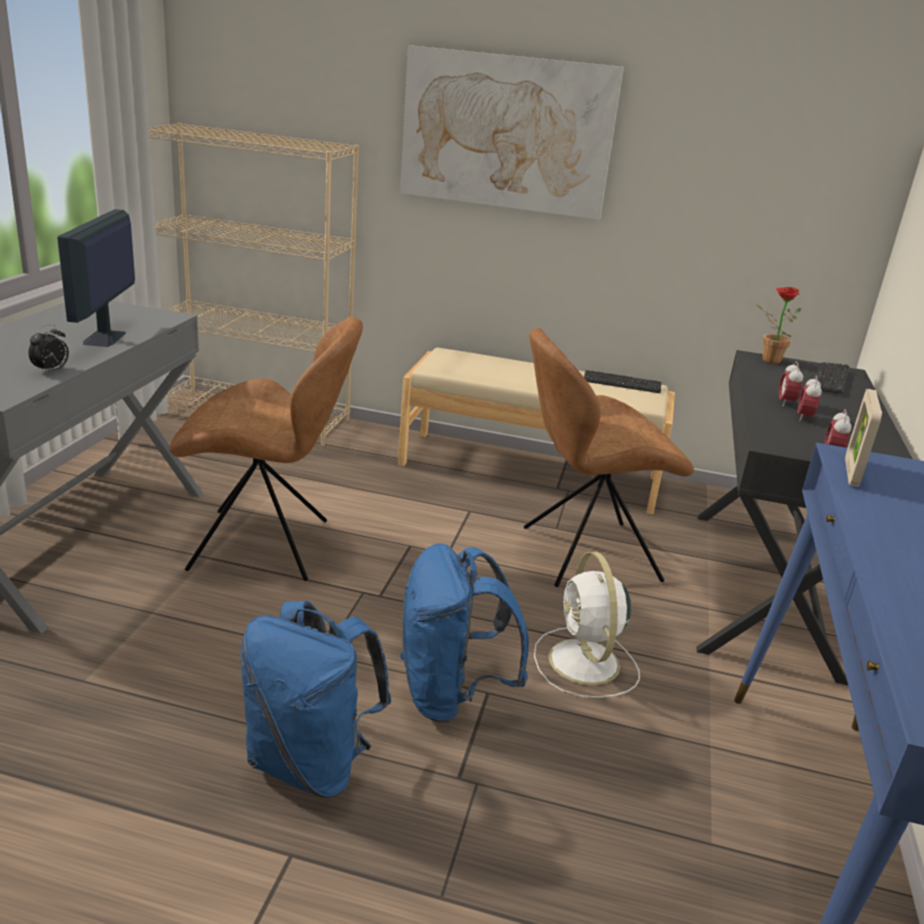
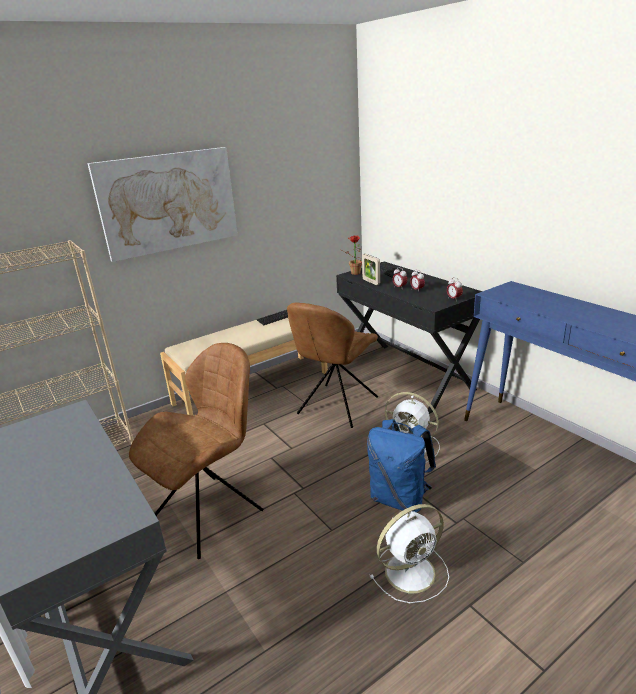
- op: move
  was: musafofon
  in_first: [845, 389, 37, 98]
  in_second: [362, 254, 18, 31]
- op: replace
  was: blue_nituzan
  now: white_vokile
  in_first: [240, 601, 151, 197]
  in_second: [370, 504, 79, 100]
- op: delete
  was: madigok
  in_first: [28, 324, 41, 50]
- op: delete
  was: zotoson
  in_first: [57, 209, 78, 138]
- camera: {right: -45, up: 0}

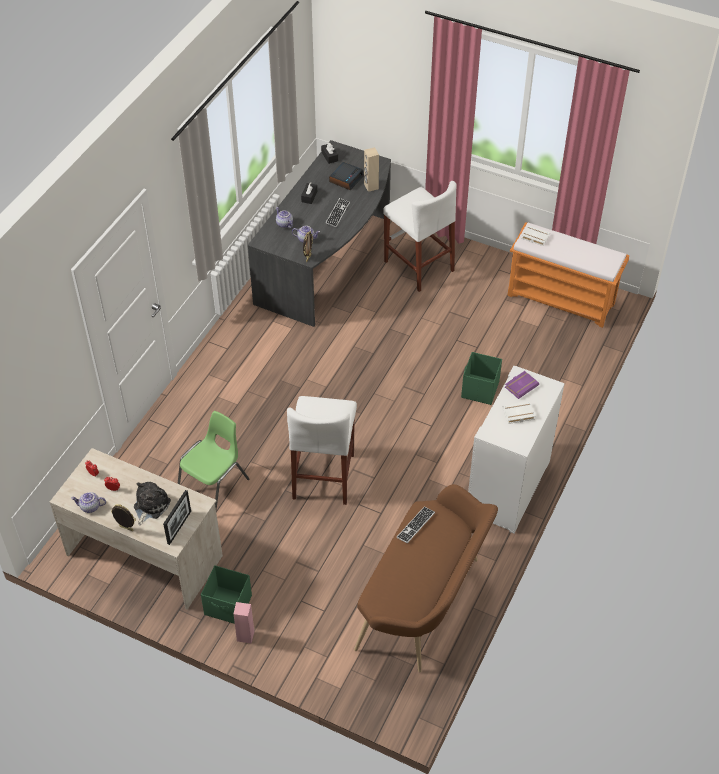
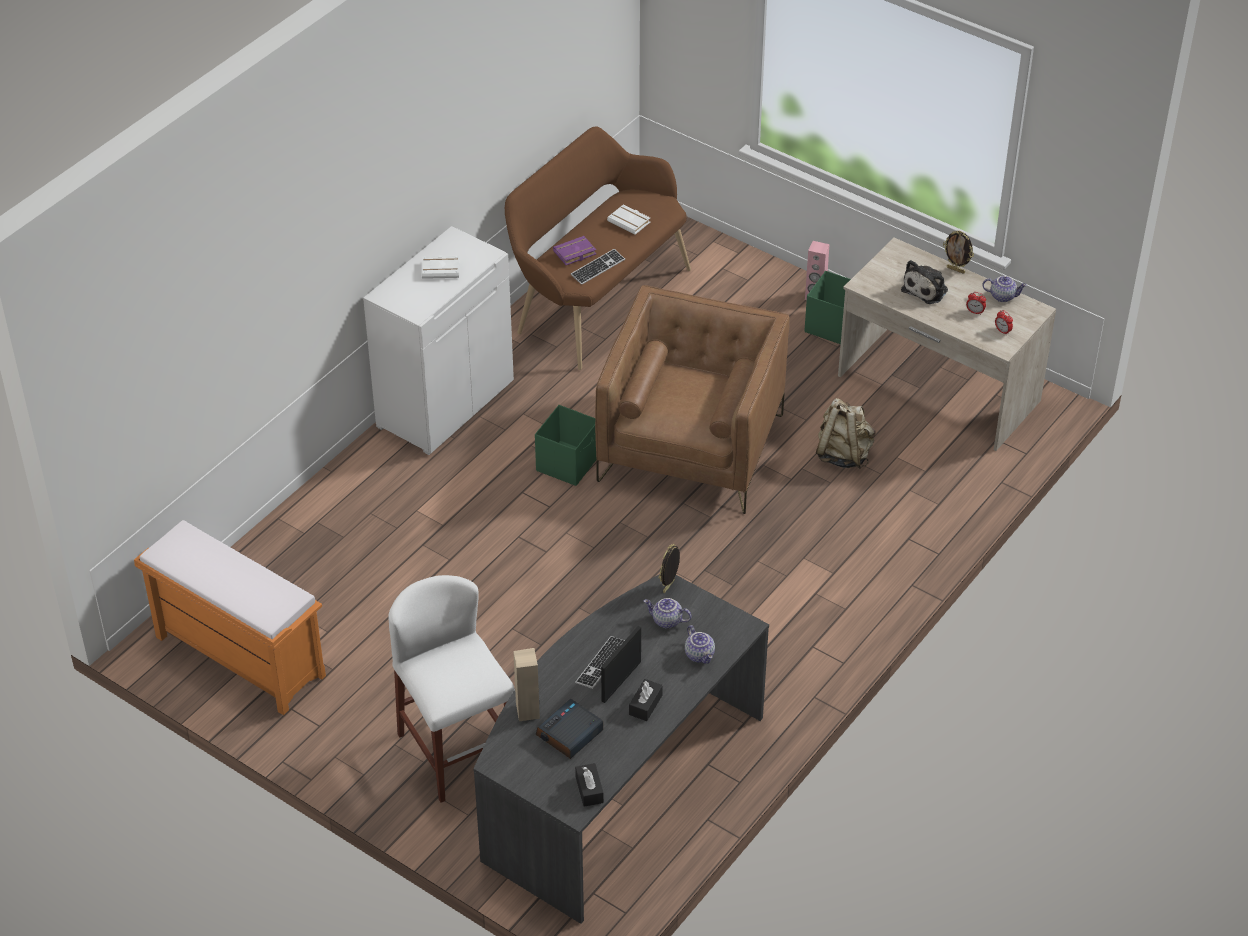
- op: move
  was: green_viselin
  in_first: [461, 352, 41, 53]
  in_second: [535, 405, 62, 81]
- op: move
  was: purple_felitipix
  in_first: [505, 371, 34, 28]
  in_second: [553, 236, 43, 29]
- op: replace
  was: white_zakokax
  now: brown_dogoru
  in_first: [287, 396, 70, 109]
  in_second: [595, 285, 195, 229]
- op: move
  was: musafofon
  in_first: [163, 490, 28, 55]
  in_second: [601, 626, 40, 77]
- op: move
  was: white_felitipix
  in_first: [521, 225, 29, 21]
  in_second: [607, 204, 43, 31]
- op: replace
  was: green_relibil
  now: beige_nituzan
  in_first: [178, 411, 71, 99]
  in_second: [816, 398, 59, 71]
- camera: {right: -170, up: -5}

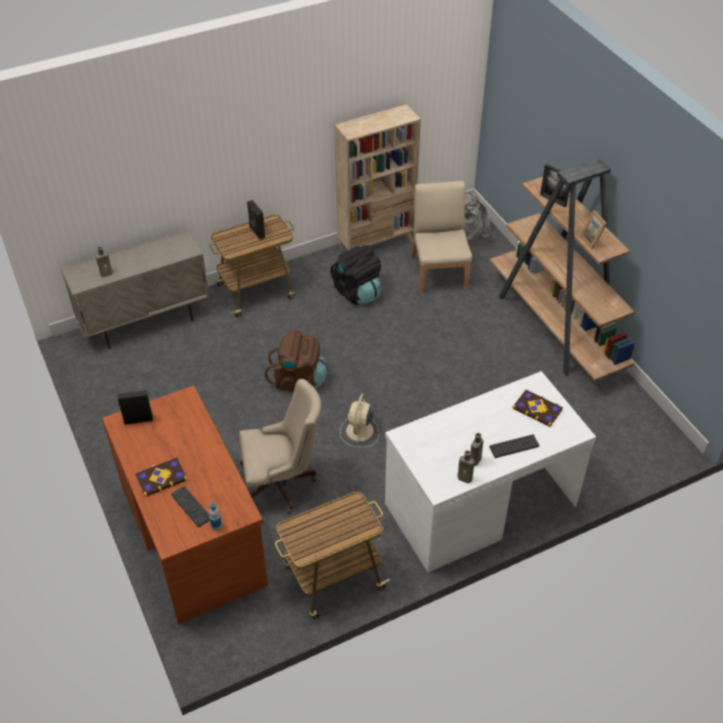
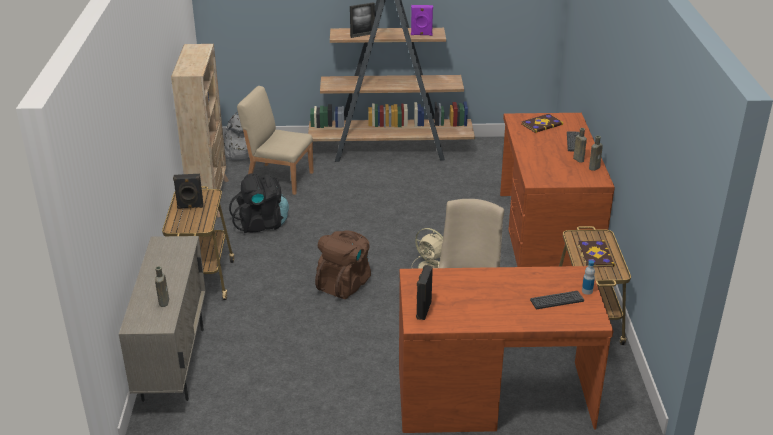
- op: replace
  was: musafofon
  now: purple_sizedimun
  in_first: [580, 210, 27, 39]
  in_second: [411, 5, 22, 31]
- op: recolor
  was: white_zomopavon
  now: brown_zomopavon
  in_first: [385, 371, 211, 201]
  in_second: [500, 113, 115, 154]
- op: move
  was: felitipix
  in_first: [135, 458, 53, 39]
  in_second: [577, 240, 38, 27]
- camera: {right: -65, up: -15}

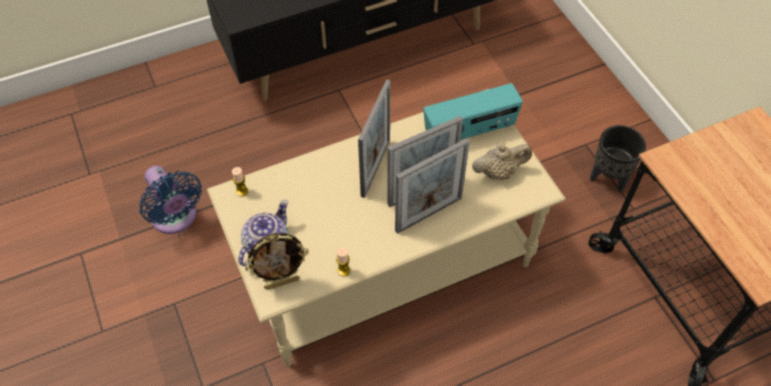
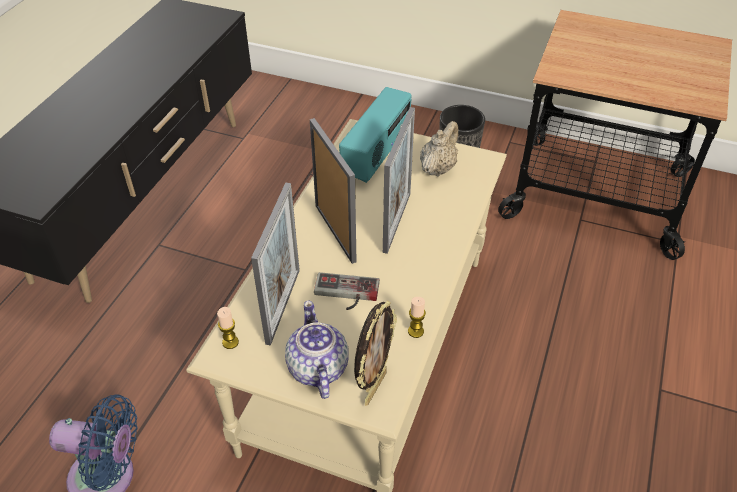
- op: move
  was: musafofon
  in_first: [395, 138, 75, 96]
  in_second: [251, 182, 49, 164]
- op: insert
  now: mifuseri
  in_second: [314, 272, 66, 38]
- camera: {right: -45, up: -10}

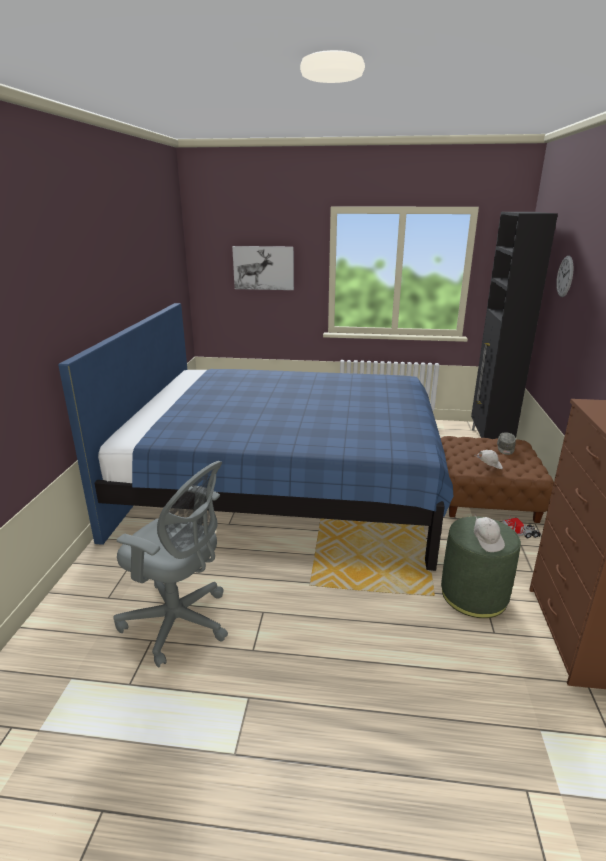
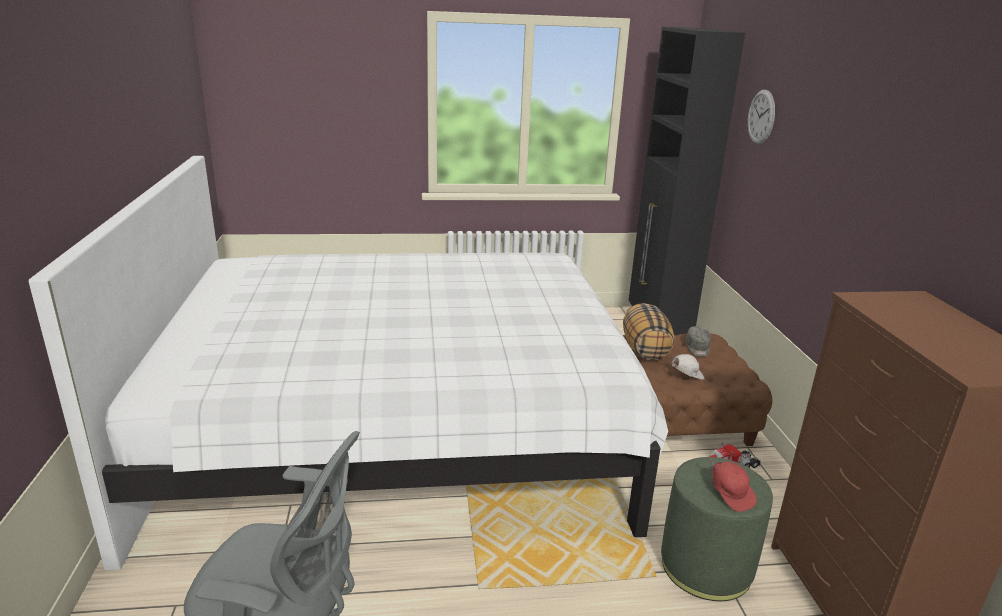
- op: recolor
  was: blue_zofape
  now: white_zofape
  in_first: [58, 303, 395, 268]
  in_second: [28, 156, 640, 414]
- op: insert
  now: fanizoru
  in_second: [623, 303, 52, 57]
- op: recolor
  was: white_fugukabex
  now: red_fugukabex
  in_first: [474, 514, 31, 38]
  in_second: [708, 457, 49, 55]
- op: delete
  was: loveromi
  in_first: [232, 246, 62, 44]
- camera: {right: -15, up: 0}

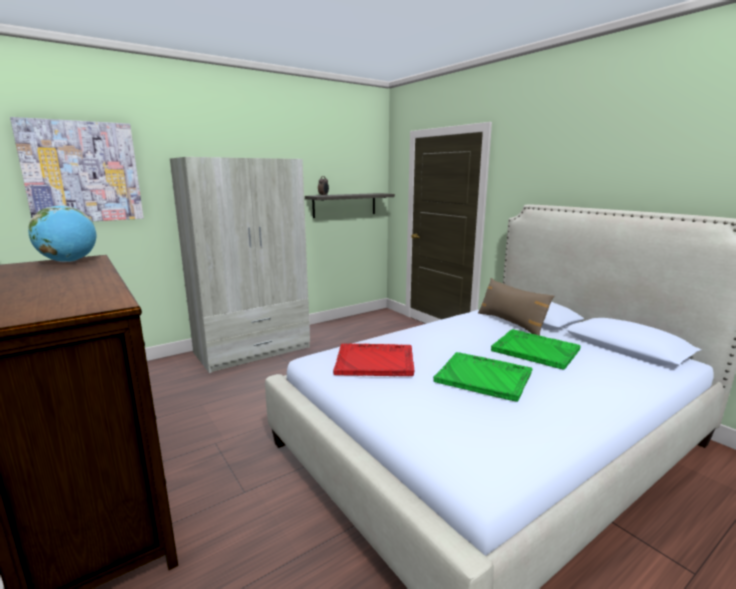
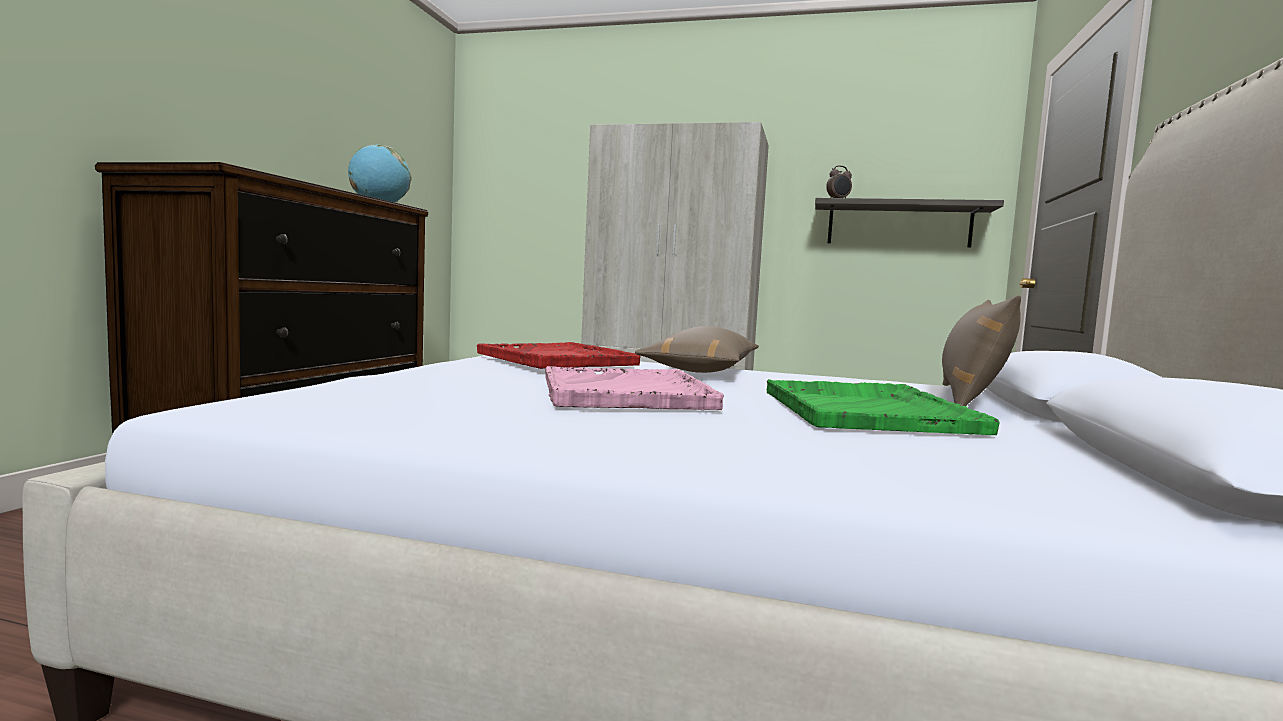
- op: recolor
  was: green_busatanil
  now: pink_busatanil
  in_first: [433, 352, 100, 50]
  in_second: [545, 366, 179, 44]
- op: insert
  now: brown_fanizoru
  in_second: [635, 326, 124, 47]
- op: delete
  was: loveromi
  in_first: [10, 117, 134, 104]
- camera: {right: 50, up: -10}

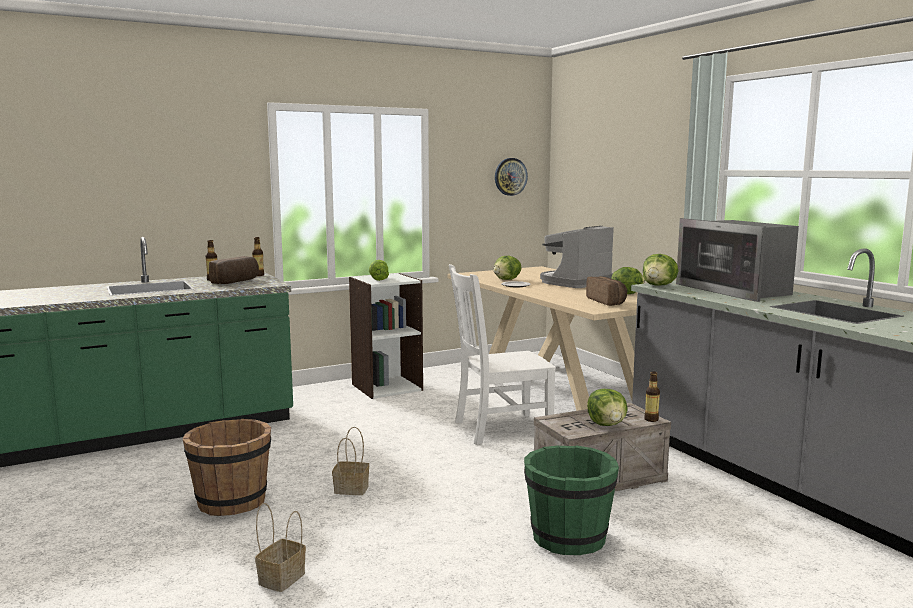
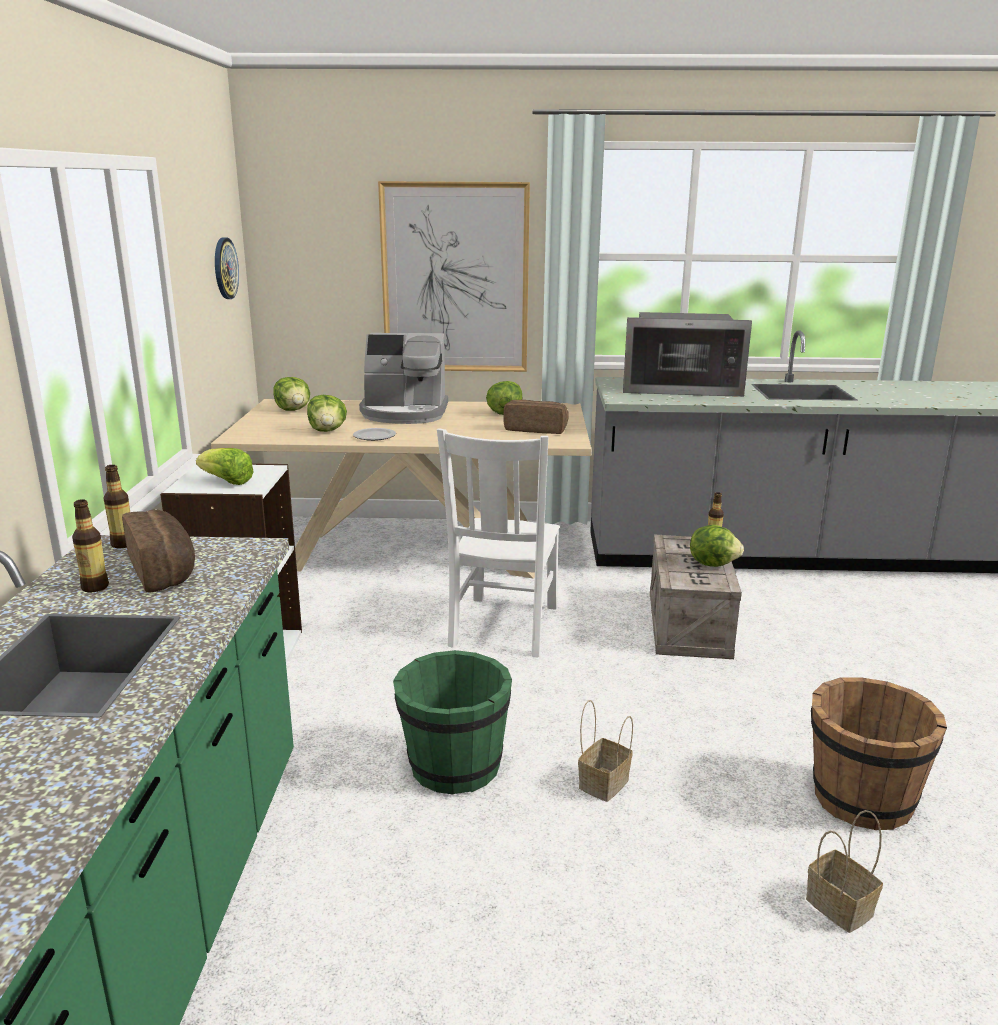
- op: move
  was: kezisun
  in_first: [643, 254, 35, 32]
  in_second: [273, 377, 37, 34]
- op: rotate
  was: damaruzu
  in_first: [540, 226, 74, 62]
  in_second: [359, 333, 89, 91]
  clockwise: -75
- op: insert
  now: loveromi
  in_second: [378, 181, 152, 191]
- op: move
  was: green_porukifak
  in_first: [524, 445, 95, 110]
  in_second: [393, 650, 119, 145]
- op: move
  was: brown_porukifak
  in_first: [182, 419, 89, 97]
  in_second: [811, 677, 136, 153]
- camera: {right: -60, up: 10}

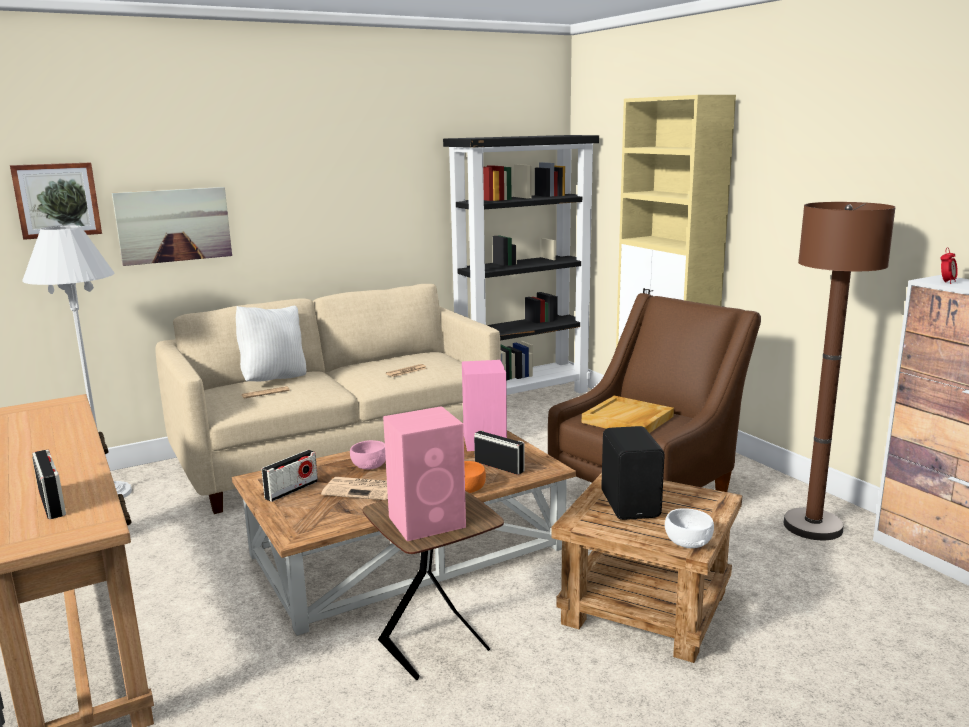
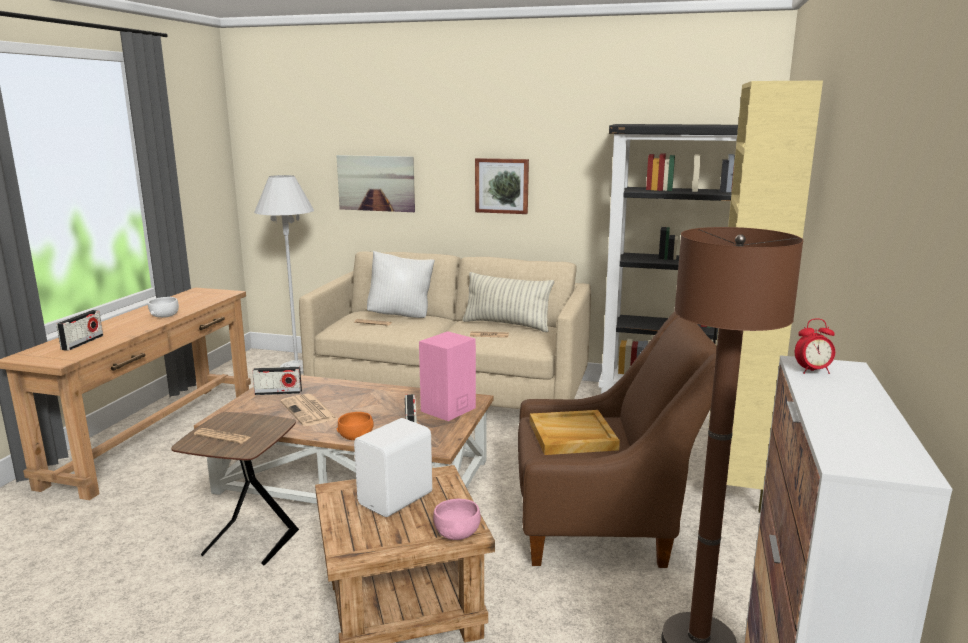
- op: move
  was: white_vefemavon
  in_first: [665, 508, 49, 40]
  in_second: [148, 297, 31, 21]
- op: replace
  was: pink_sizedimun
  now: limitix
  in_first: [383, 406, 83, 135]
  in_second: [194, 428, 57, 16]
- op: recolor
  was: black_sizedimun
  now: white_sizedimun
  in_first: [601, 426, 64, 94]
  in_second: [354, 418, 78, 99]
- op: move
  was: pink_vefemavon
  in_first: [350, 440, 36, 30]
  in_second: [433, 499, 48, 41]
- op: insert
  now: fanizoru
  in_second: [462, 272, 92, 60]
- op: move
  was: loveromi
  in_first: [10, 162, 92, 78]
  in_second: [475, 158, 54, 56]
- camera: {right: 45, up: 0}

